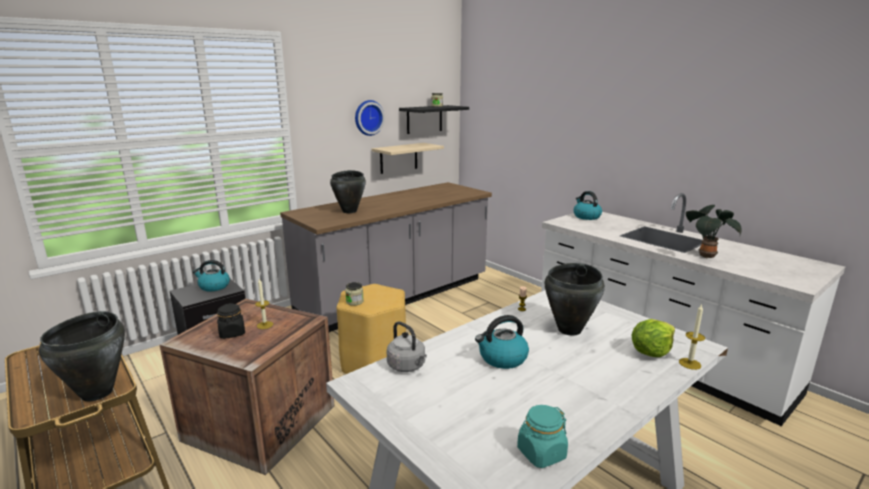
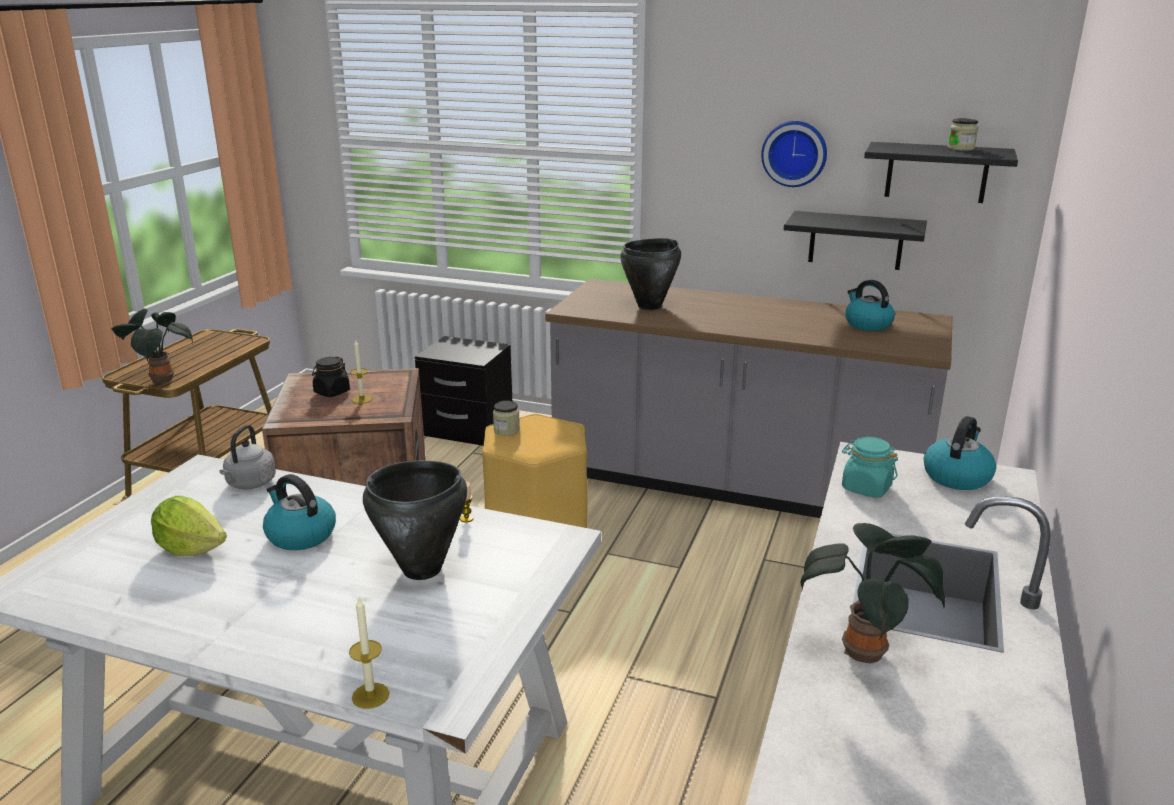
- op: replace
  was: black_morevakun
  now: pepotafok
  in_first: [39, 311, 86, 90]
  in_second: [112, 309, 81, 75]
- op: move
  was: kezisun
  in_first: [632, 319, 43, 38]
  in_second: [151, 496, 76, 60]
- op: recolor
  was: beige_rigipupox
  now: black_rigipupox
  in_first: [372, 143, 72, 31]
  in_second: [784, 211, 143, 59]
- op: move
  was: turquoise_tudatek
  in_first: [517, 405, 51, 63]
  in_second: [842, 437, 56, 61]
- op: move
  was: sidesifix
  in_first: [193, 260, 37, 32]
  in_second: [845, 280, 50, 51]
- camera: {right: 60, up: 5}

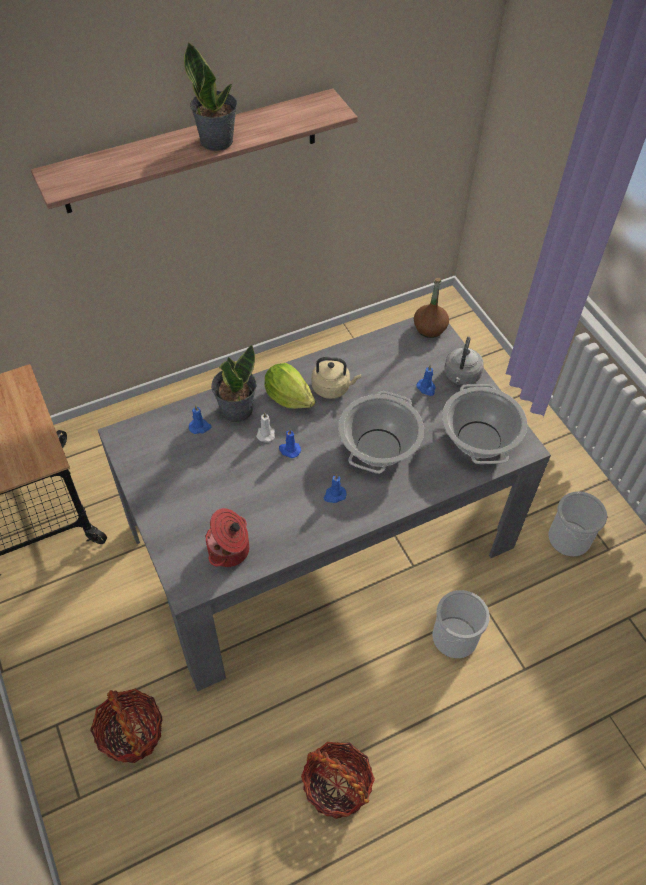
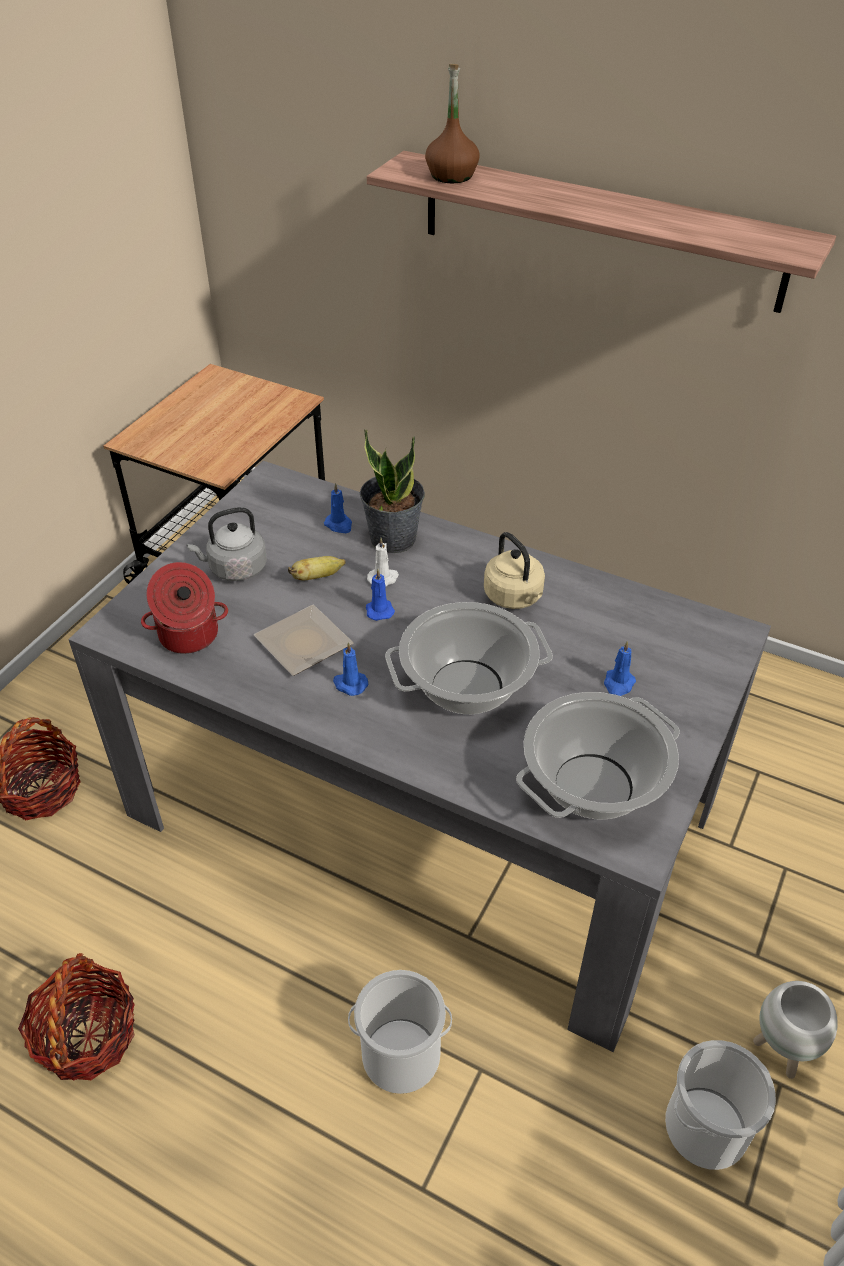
- op: move
  was: grey_sidesifix
  in_first: [444, 337, 40, 48]
  in_second: [187, 507, 80, 74]
- op: insert
  now: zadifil
  in_second: [254, 605, 100, 71]
- op: insert
  now: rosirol
  in_second: [288, 556, 58, 24]
- op: move
  was: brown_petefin
  in_first: [414, 278, 35, 60]
  in_second: [425, 64, 55, 119]
- op: insert
  now: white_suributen
  in_second: [753, 981, 85, 98]
- op: delete
  was: pepotafok
  in_first: [184, 42, 53, 109]
- op: delete
  was: kezisun
  in_first: [265, 363, 50, 46]
- camera: {right: 55, up: -10}

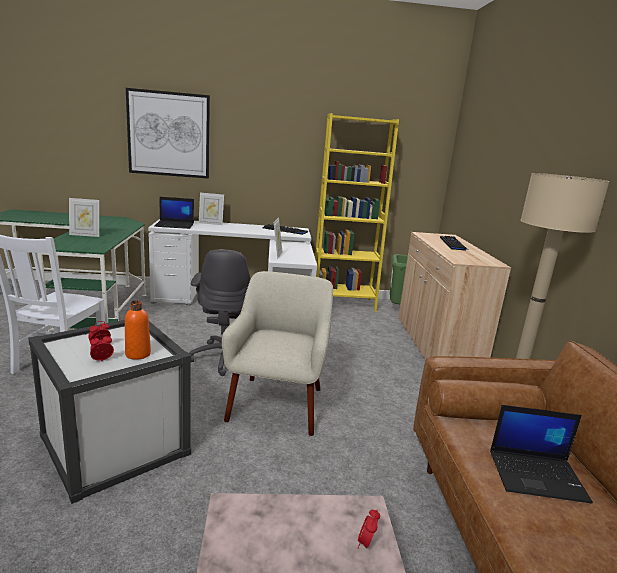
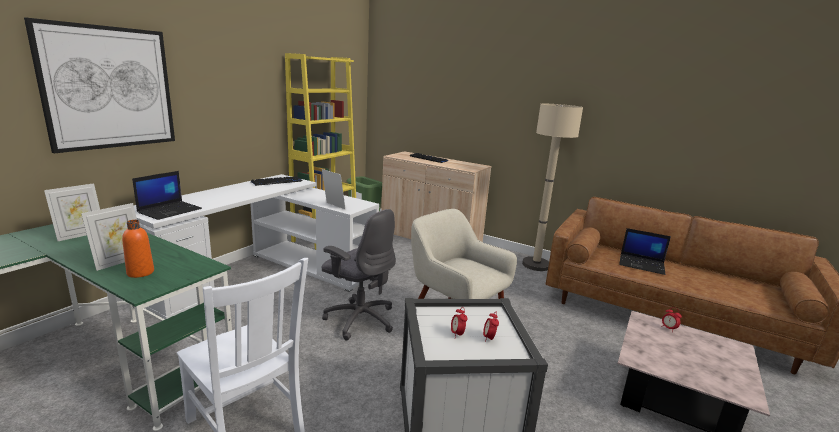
- op: move
  was: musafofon
  in_first: [199, 193, 25, 32]
  in_second: [44, 183, 56, 58]
- op: move
  was: orange_petefin
  in_first: [125, 300, 26, 60]
  in_second: [122, 220, 32, 58]
- op: rotate
  was: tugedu
  in_first: [490, 405, 103, 99]
  in_second: [619, 228, 52, 47]
  clockwise: 75
- camera: {right: -55, up: 0}

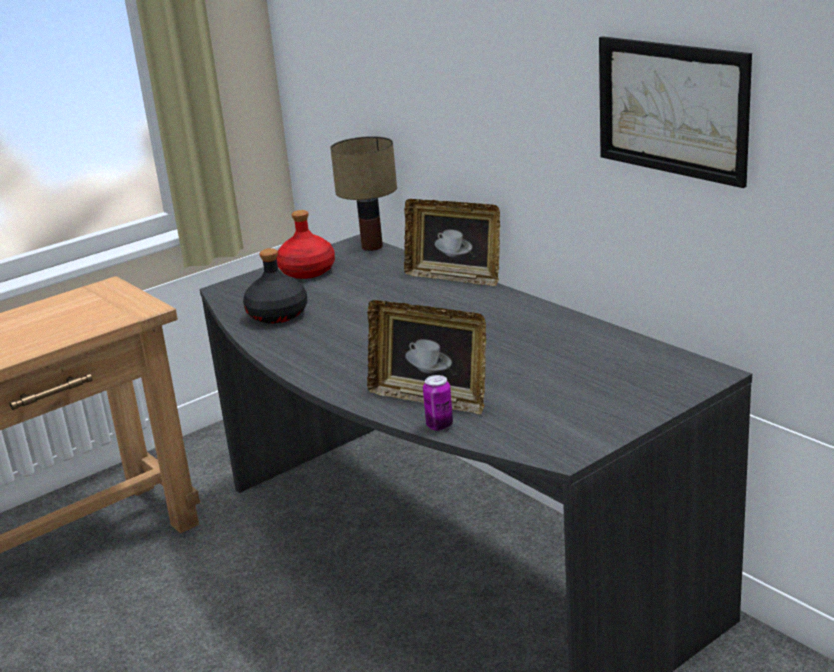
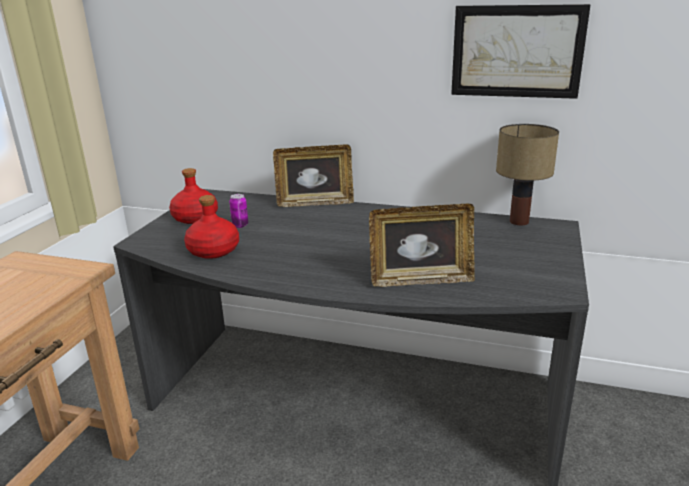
- op: recolor
  was: black_petefin
  now: red_petefin
  in_first: [243, 248, 65, 76]
  in_second: [184, 195, 55, 64]
- op: move
  was: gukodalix
  in_first: [423, 375, 30, 56]
  in_second: [229, 194, 19, 34]
- op: move
  was: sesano
  in_first: [330, 136, 67, 115]
  in_second: [496, 124, 63, 101]
- camera: {right: -35, up: 0}

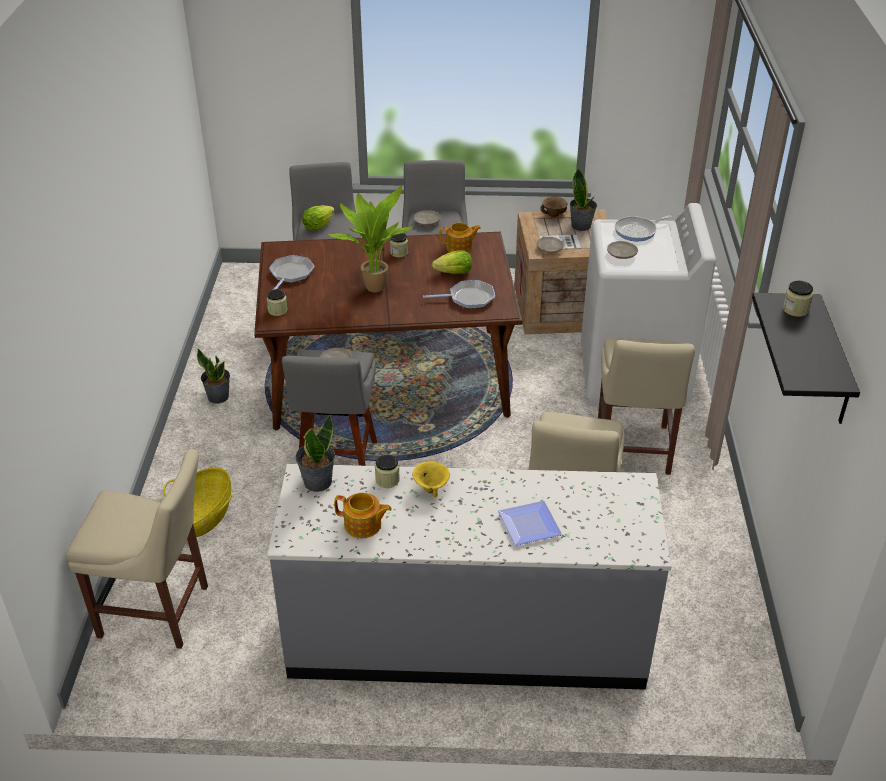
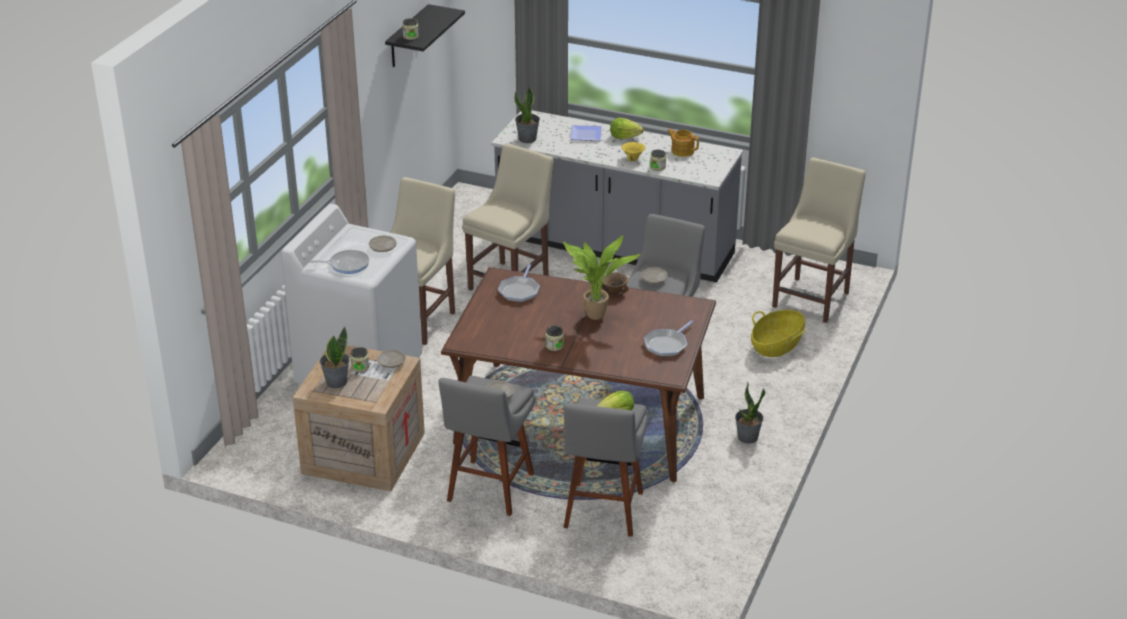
- op: move
  was: tudatek
  in_first: [267, 289, 21, 27]
  in_second: [350, 347, 19, 25]
- op: rotate
  was: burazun
  in_first: [423, 280, 72, 29]
  in_second: [498, 264, 42, 38]
  clockwise: -90
- op: move
  was: pepotafok
  in_first: [295, 414, 40, 78]
  in_second: [515, 85, 25, 58]
- op: move
  was: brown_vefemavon
  in_first: [540, 197, 28, 20]
  in_second: [601, 272, 28, 22]
- op: move
  was: kezisun
  in_first: [432, 250, 40, 24]
  in_second: [610, 118, 34, 21]
- op: rotate
  was: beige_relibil
  in_first: [66, 449, 142, 200]
  in_second: [772, 158, 94, 165]
  clockwise: 90
- op: delete
  was: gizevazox
  in_first: [440, 223, 41, 30]
- camera: {right: -160, up: -5}

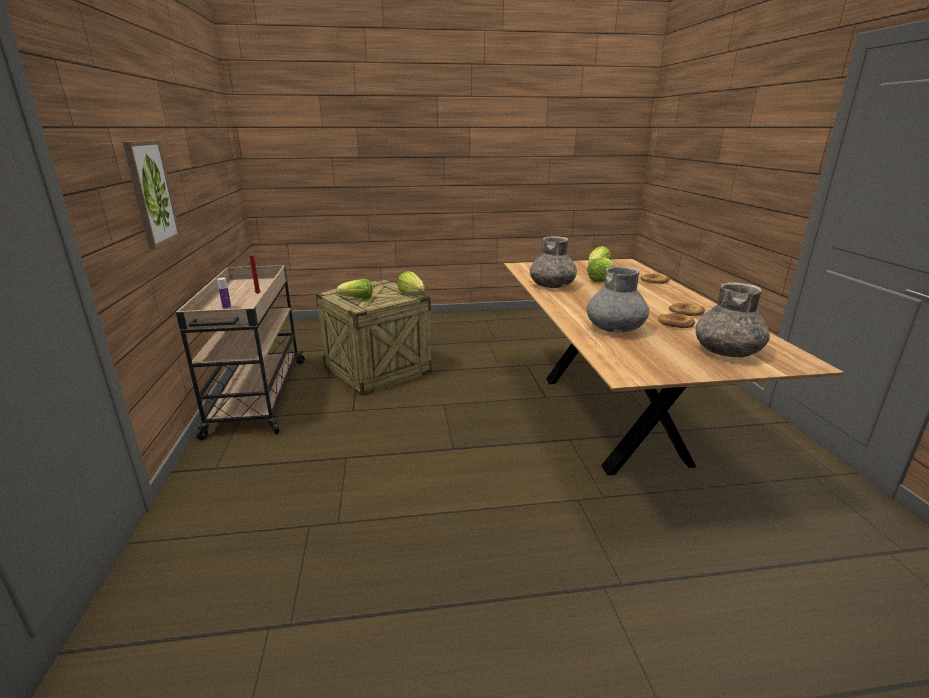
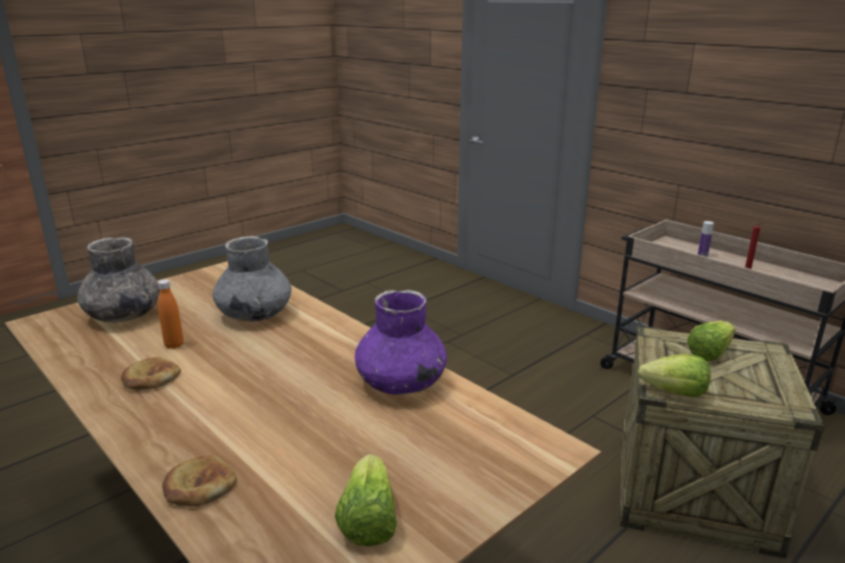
- op: replace
  was: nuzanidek
  now: orange_petefin
  in_first: [658, 313, 37, 15]
  in_second: [158, 279, 25, 70]
- op: recolor
  was: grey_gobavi
  now: purple_gobavi
  in_first: [530, 236, 47, 52]
  in_second: [355, 290, 92, 105]
- op: delete
  was: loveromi
  in_first: [123, 140, 58, 109]
- op: delete
  was: kezisun
  in_first: [587, 257, 28, 25]
- camera: {right: 145, up: 0}

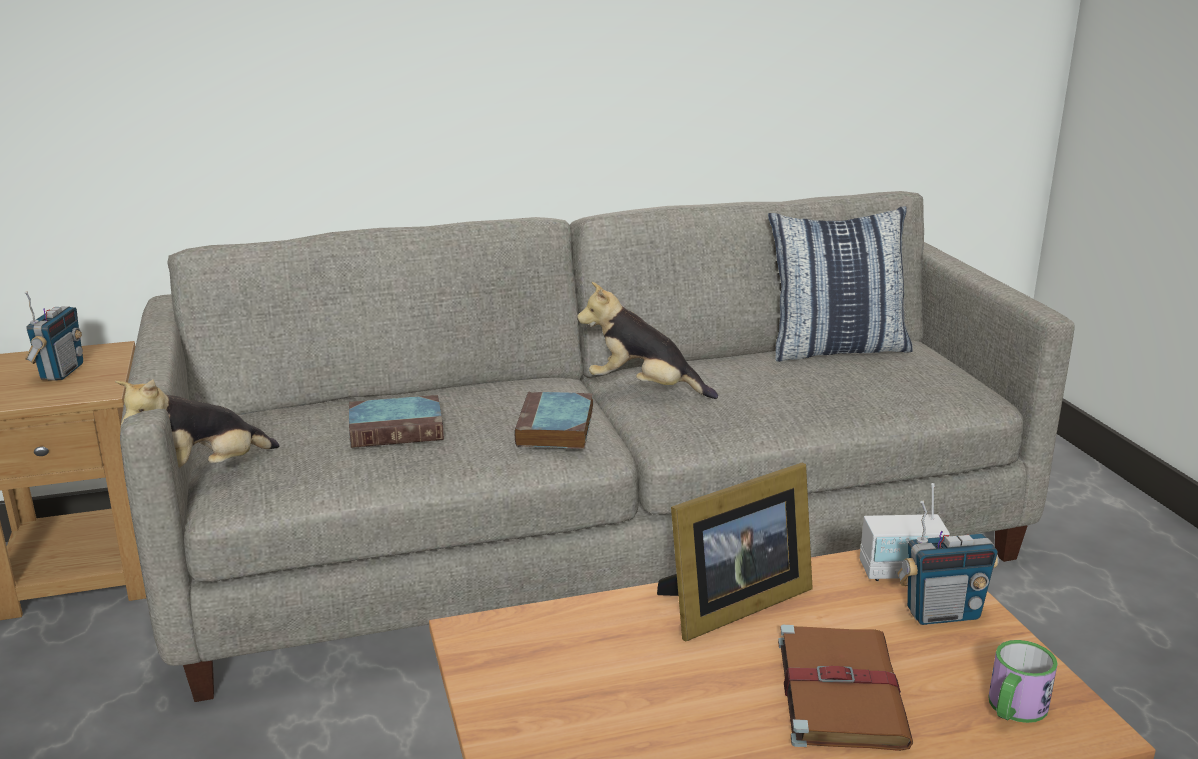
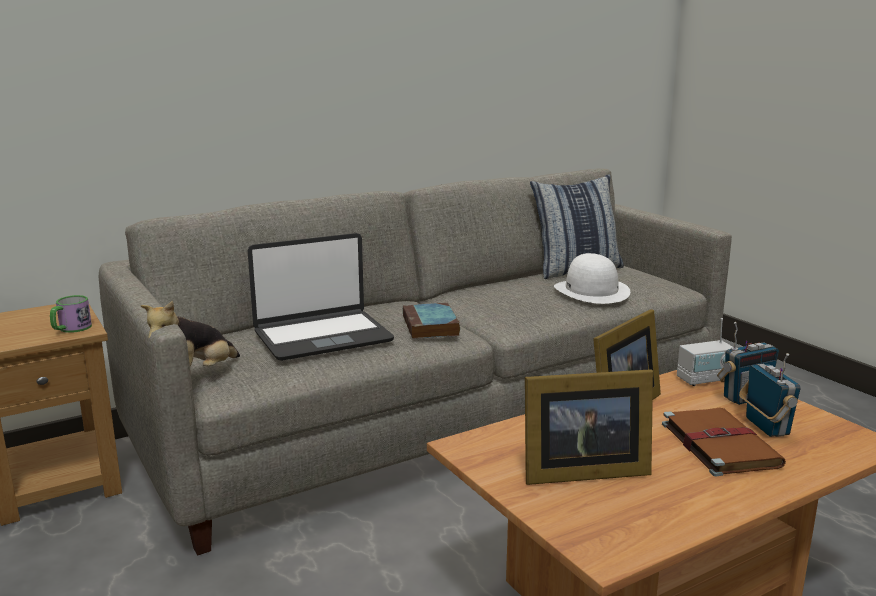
- op: move
  was: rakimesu
  in_first: [988, 640, 70, 83]
  in_second: [50, 295, 42, 38]
- op: replace
  was: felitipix
  now: tugedu
  in_first: [349, 395, 95, 53]
  in_second: [248, 233, 146, 128]
- op: insert
  now: musafofon
  in_second: [525, 369, 128, 116]
- op: insert
  now: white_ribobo
  in_second: [554, 253, 76, 51]
- op: move
  was: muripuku
  in_first: [24, 291, 59, 90]
  in_second: [739, 353, 62, 84]
- op: delete
  was: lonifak
  in_first: [577, 282, 141, 117]
- camera: {right: -15, up: -5}

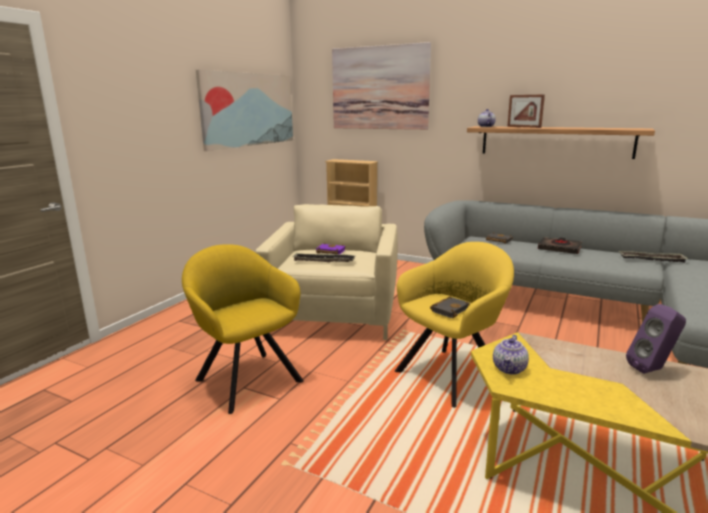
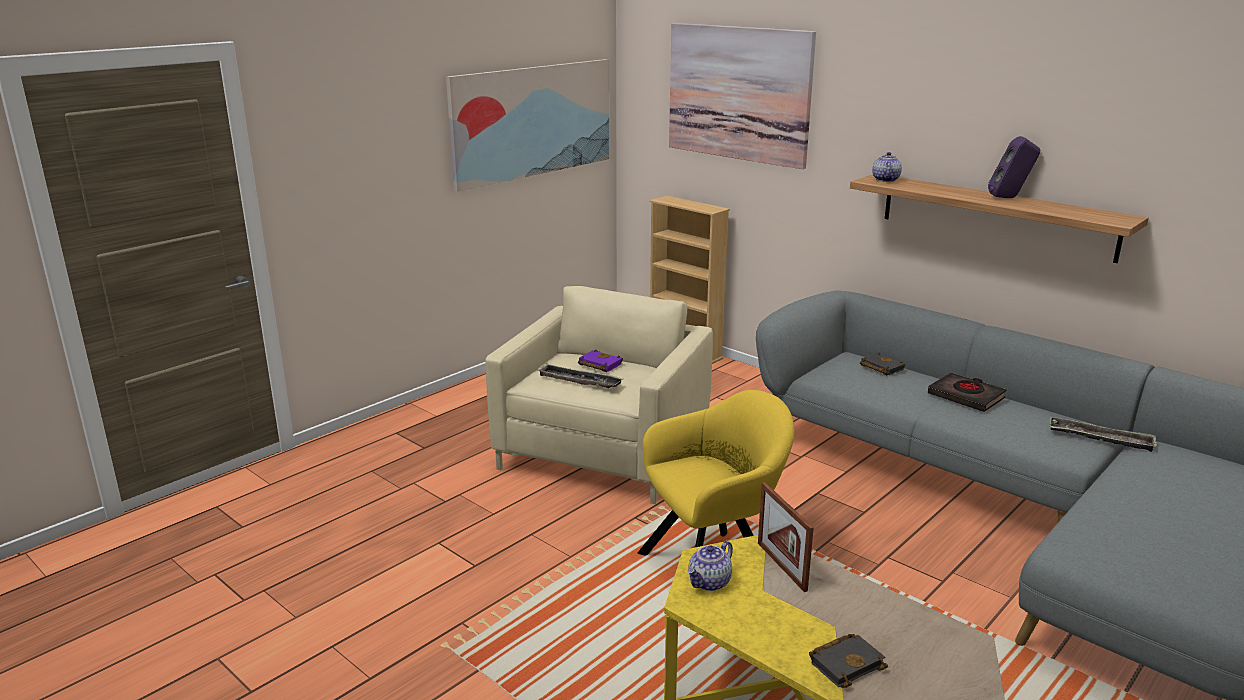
- op: move
  was: musafofon
  in_first: [507, 94, 38, 34]
  in_second: [758, 482, 56, 110]
- op: move
  was: black_felitipix
  in_first: [430, 296, 40, 22]
  in_second: [809, 634, 79, 54]
- op: move
  was: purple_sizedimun
  in_first: [626, 304, 60, 70]
  in_second: [988, 136, 52, 62]
- op: delete
  was: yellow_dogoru
  in_first: [182, 244, 122, 170]
- camera: {right: 15, up: 5}

